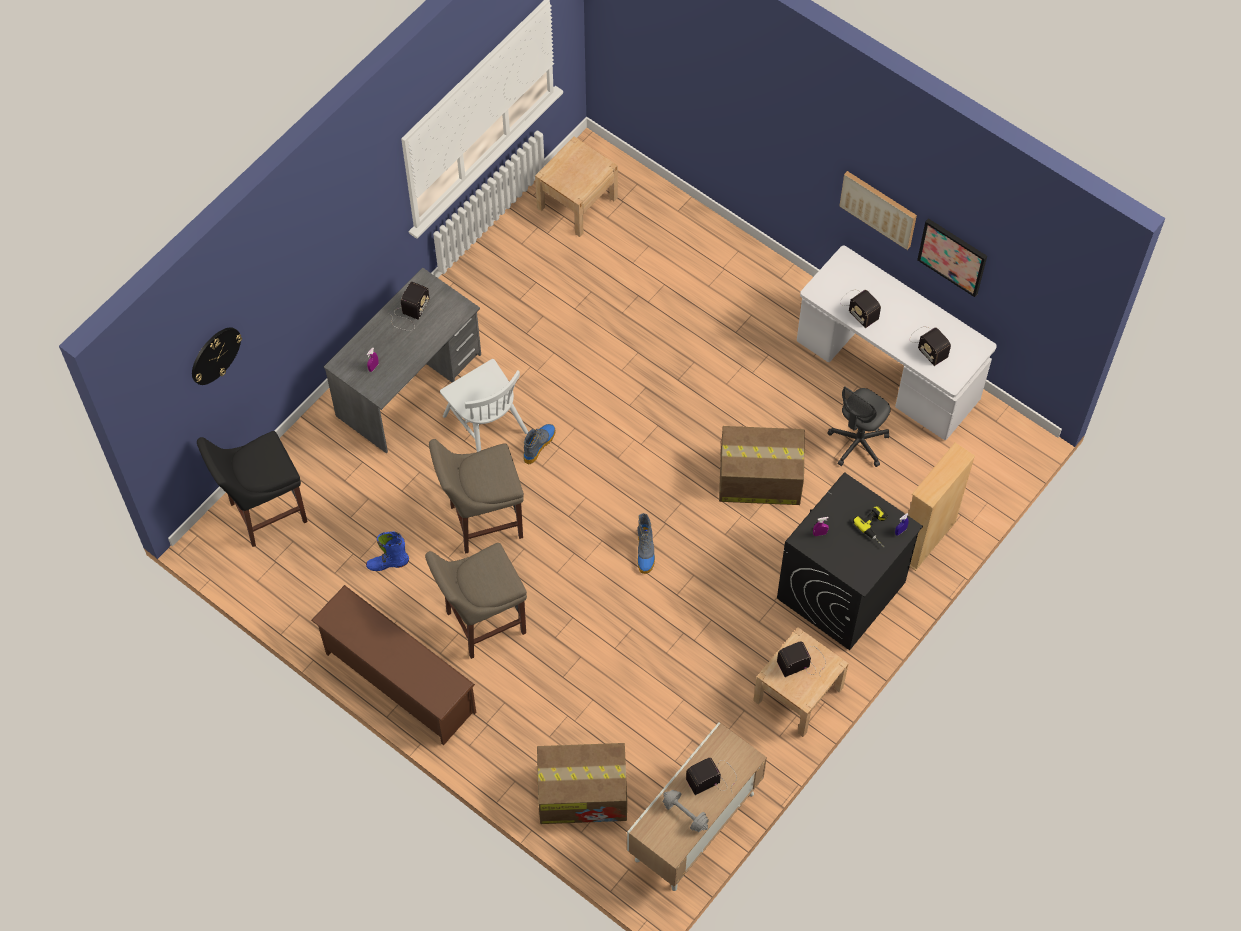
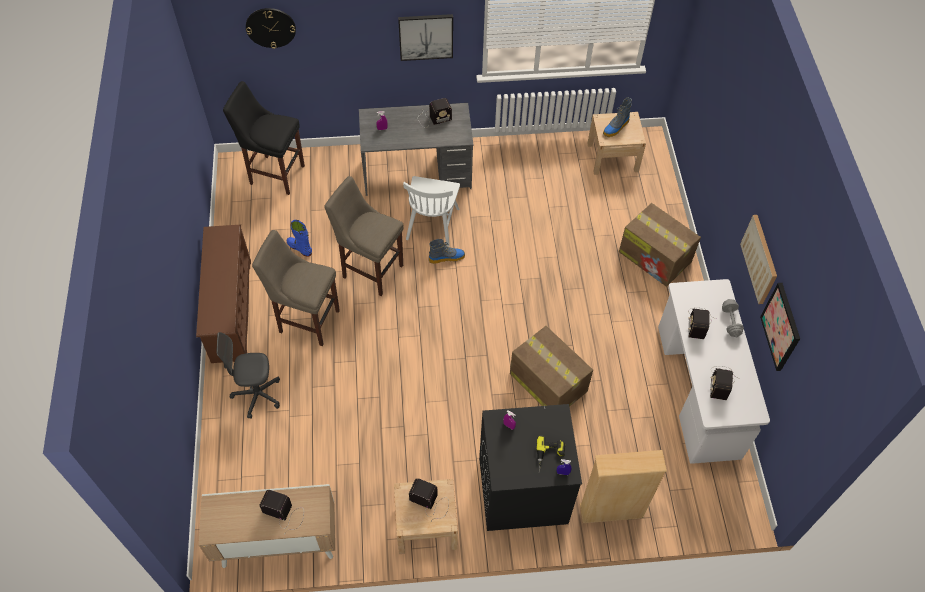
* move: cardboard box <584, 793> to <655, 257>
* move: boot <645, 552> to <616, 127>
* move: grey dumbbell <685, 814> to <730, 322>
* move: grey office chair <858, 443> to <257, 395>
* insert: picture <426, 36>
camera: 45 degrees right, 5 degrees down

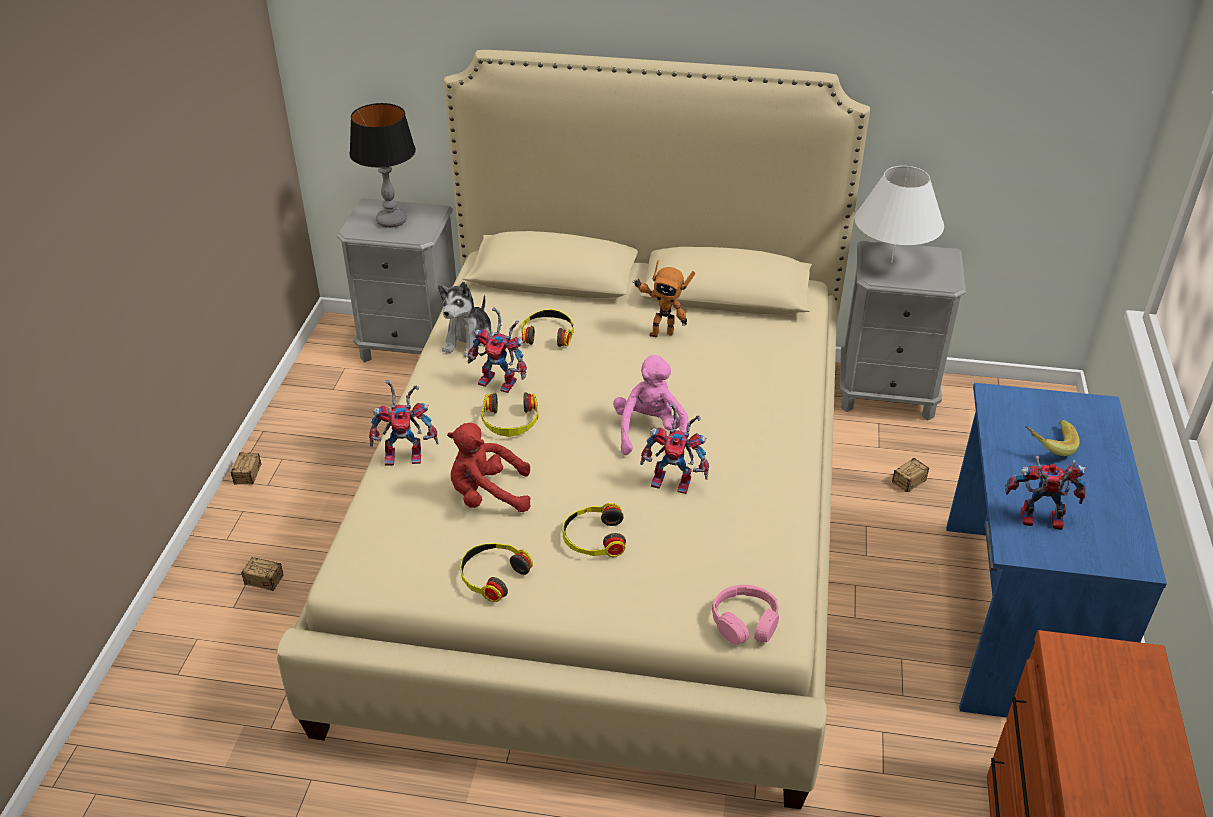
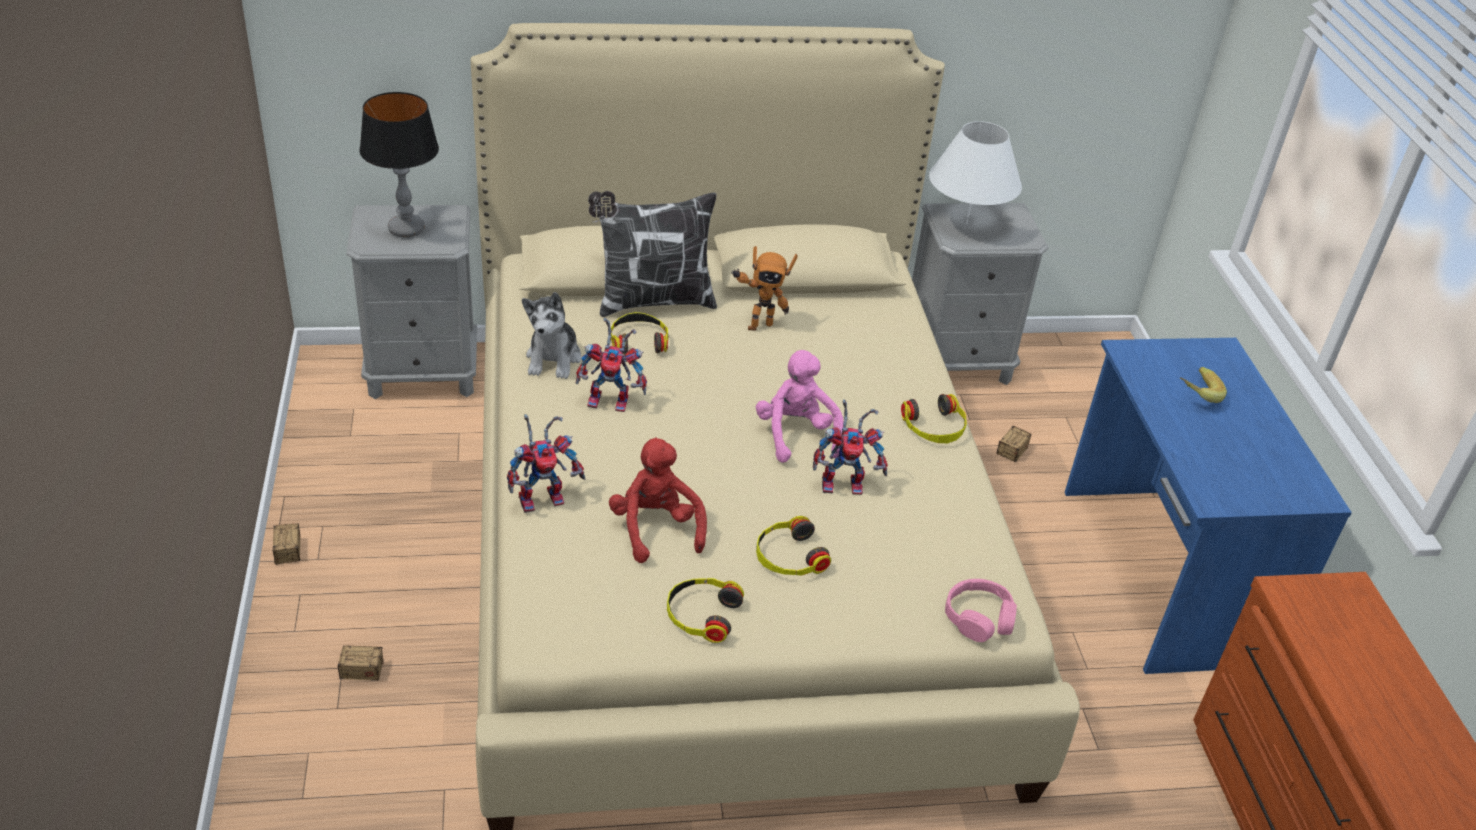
* rotate: red plush toy <487, 495> = <655, 528> 90 degrees clockwise
* move: headphones <510, 421> to <934, 427>
* delete: toy robot <1037, 521>
* insert: pillow <652, 301>
camera: 20 degrees left, 0 degrees up

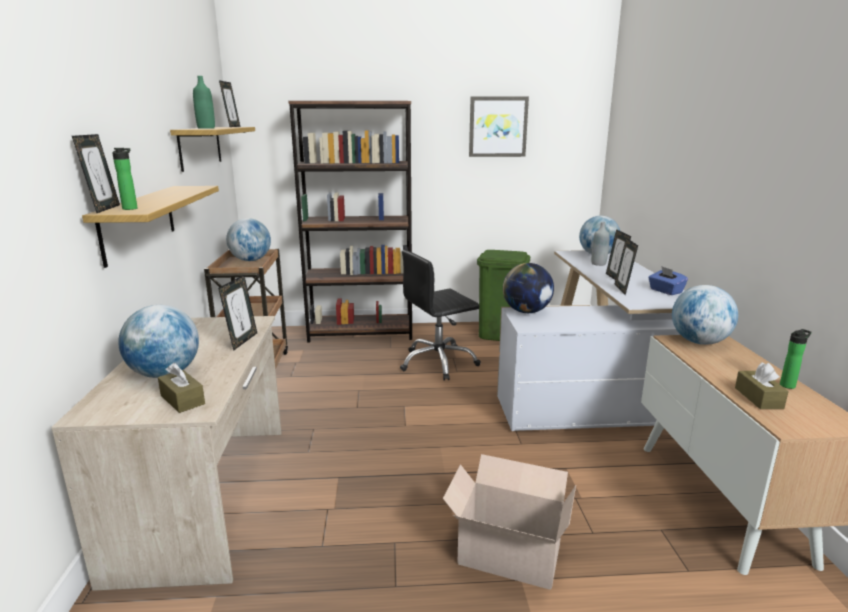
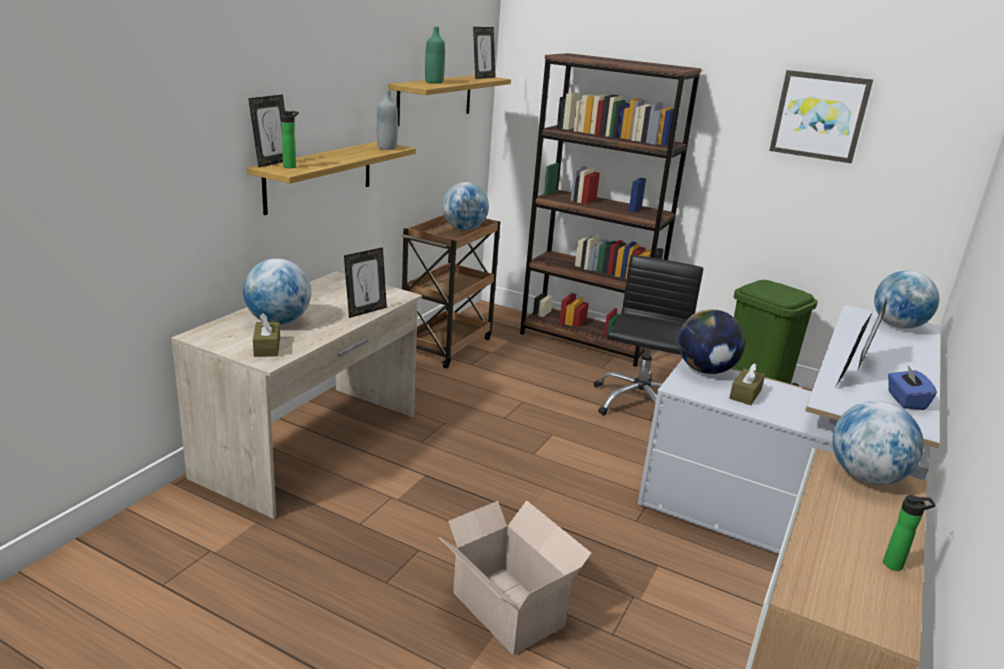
* rotate: black office chair <438, 362> = <638, 402> 105 degrees clockwise
* move: grey bottle <598, 264> to <387, 148>
* move: brown tissue box <758, 398> to <745, 394>
camera: 30 degrees right, 5 degrees up

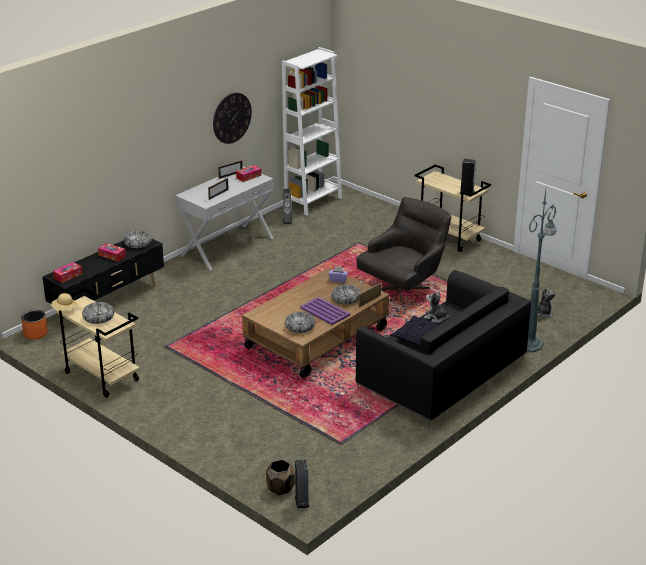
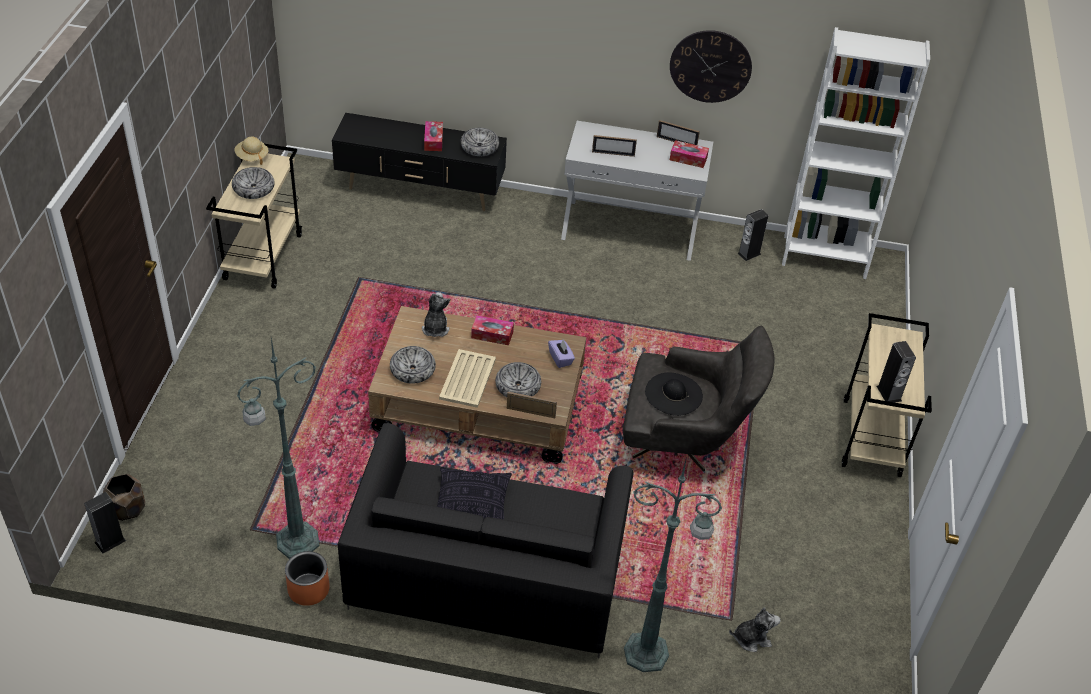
* move: orange planter <35, 334> to <308, 589>
* move: tissue box <68, 276> to <492, 334>
* recolor: purple tray <324, 311> to beige tray <468, 378>
* move: plush toy <436, 318> to <435, 328>
* insert: green floor lamp <295, 541>
* insert: black hat <673, 394>
camera: 55 degrees right, 15 degrees up

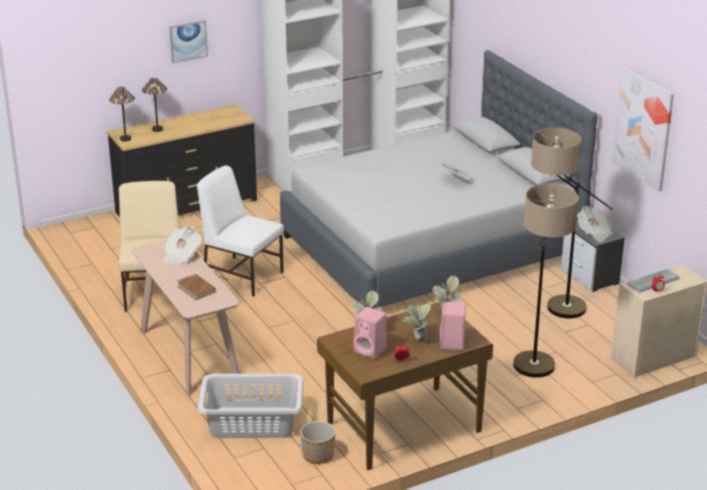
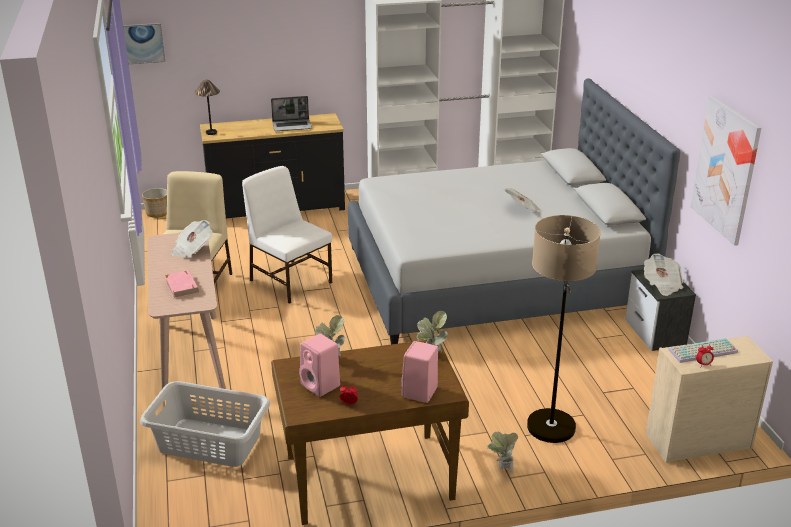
* delete: table lamp <157, 129>
* move: picture <188, 41> to <143, 43>
* recolor: brown book <196, 289> to pink book <182, 286>
* move: planter <318, 455> to <158, 213>
* move: potted plant <417, 340> to <502, 469>
* delete: floor lamp <553, 312>
* insert: laptop <292, 126>
camera: 15 degrees right, 0 degrees up

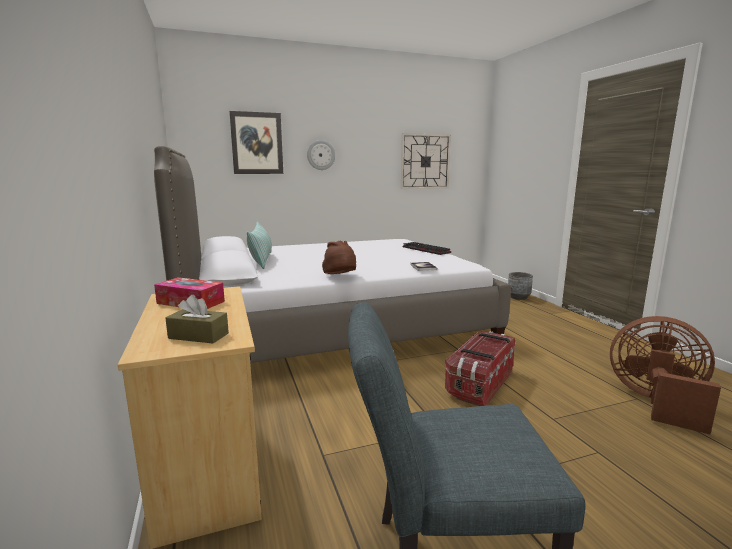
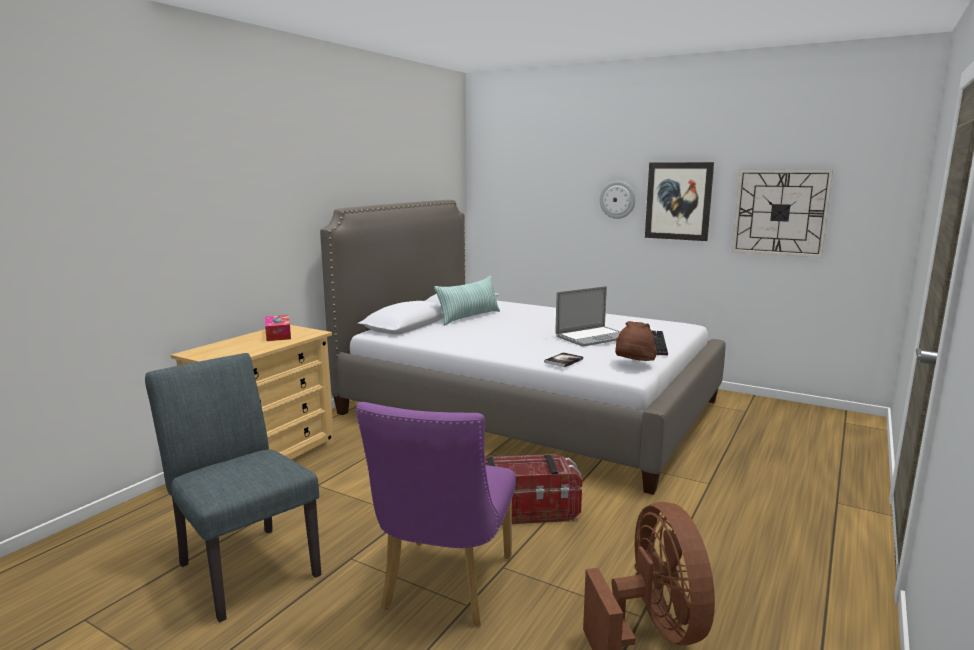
* delete: brown tissue box <198, 336>
* move: picture <257, 143> to <678, 201>
* move: brown hat <340, 276> to <633, 364>
* delete: grey planter <518, 297>
* insert: purple chair <443, 588>
* insert: laptop <593, 337>
camera: 50 degrees right, 0 degrees up

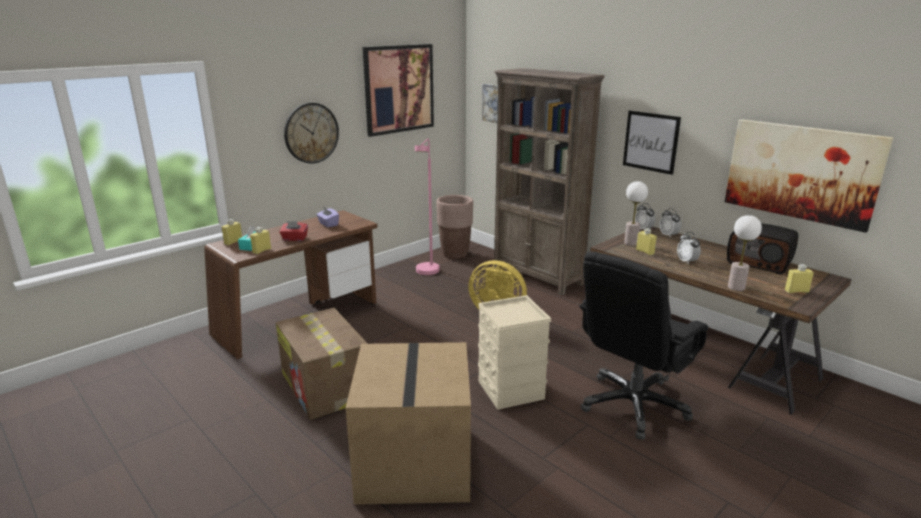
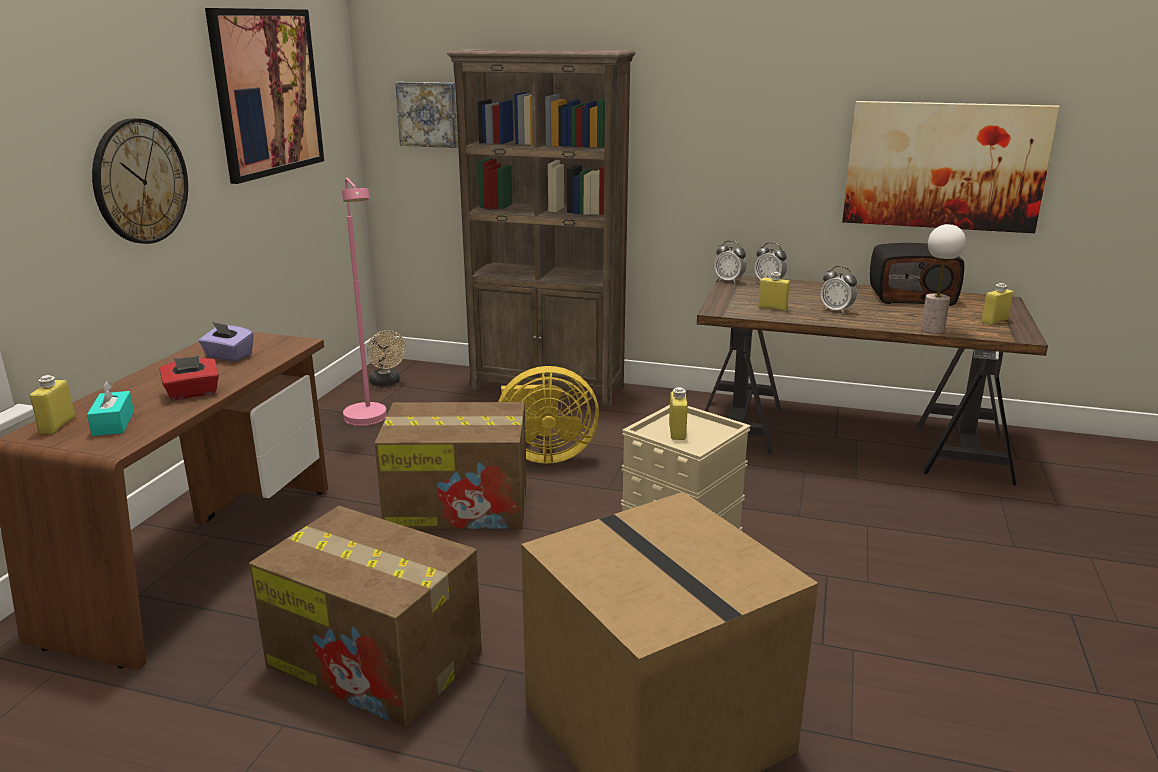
* move: yellow bottle <262, 251> to <677, 432>
* replace: brown planter <455, 254> to beige fan <387, 383>
* delete: black office chair <633, 405>
* delete: picture <651, 142>
* delete: table lamp <631, 243>
* insert: cardboard box <460, 505>
camera: 30 degrees left, 0 degrees up

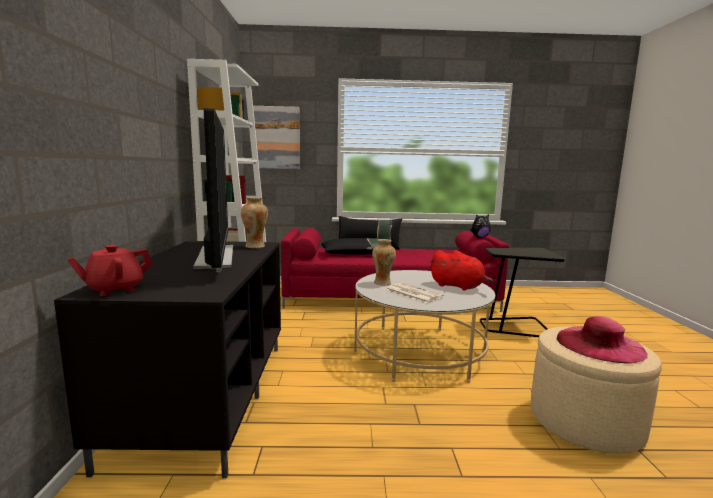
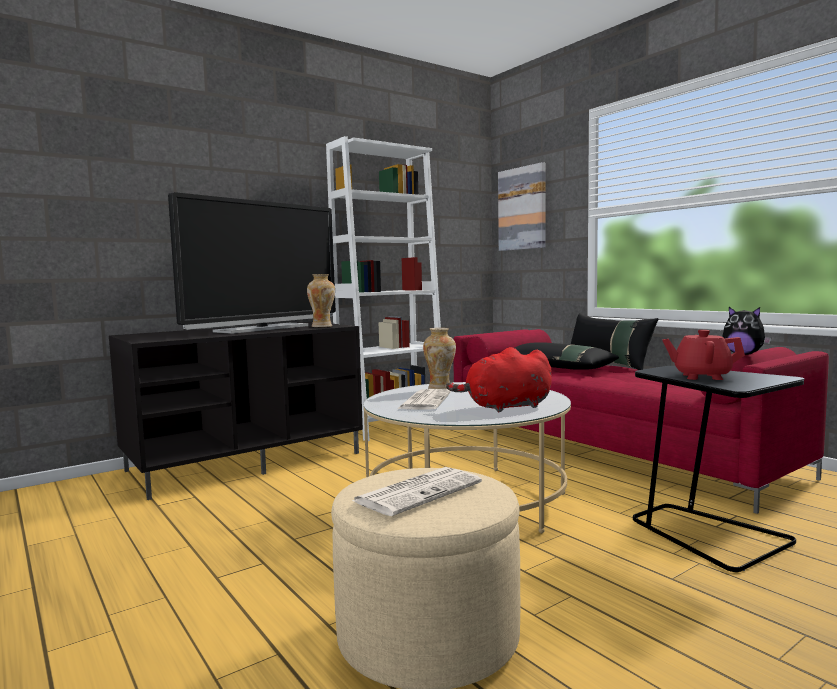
* move: red teapot <115, 289> to <701, 377>
* rotate: red plush toy <458, 286> = <505, 407> 75 degrees clockwise
* replace: pink hat <599, 344> to newspaper <418, 491>
camera: 55 degrees right, 5 degrees down

